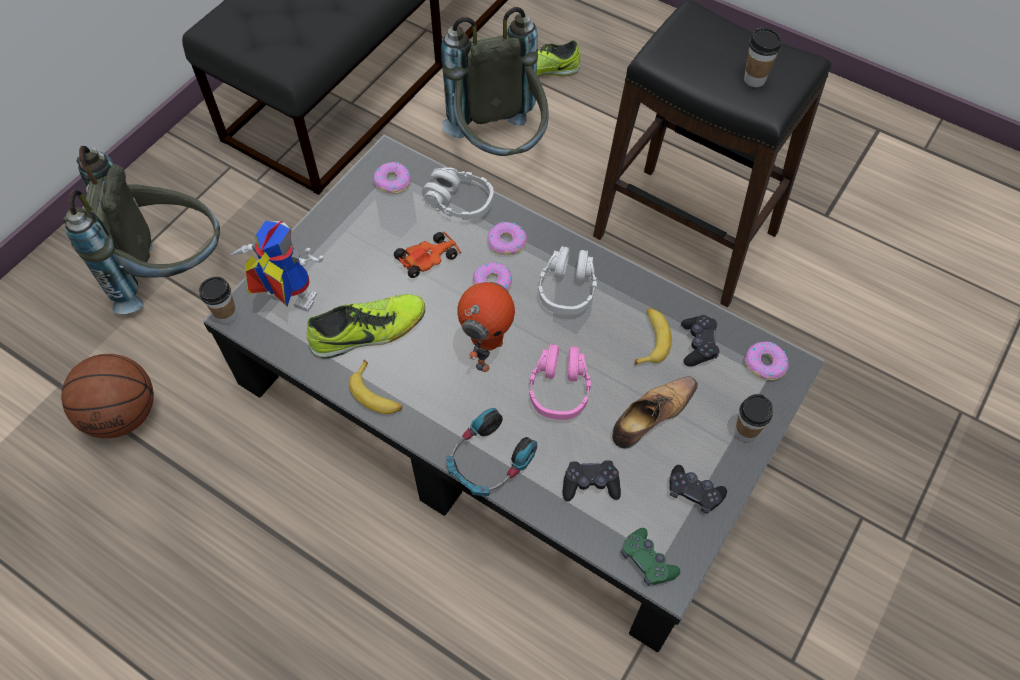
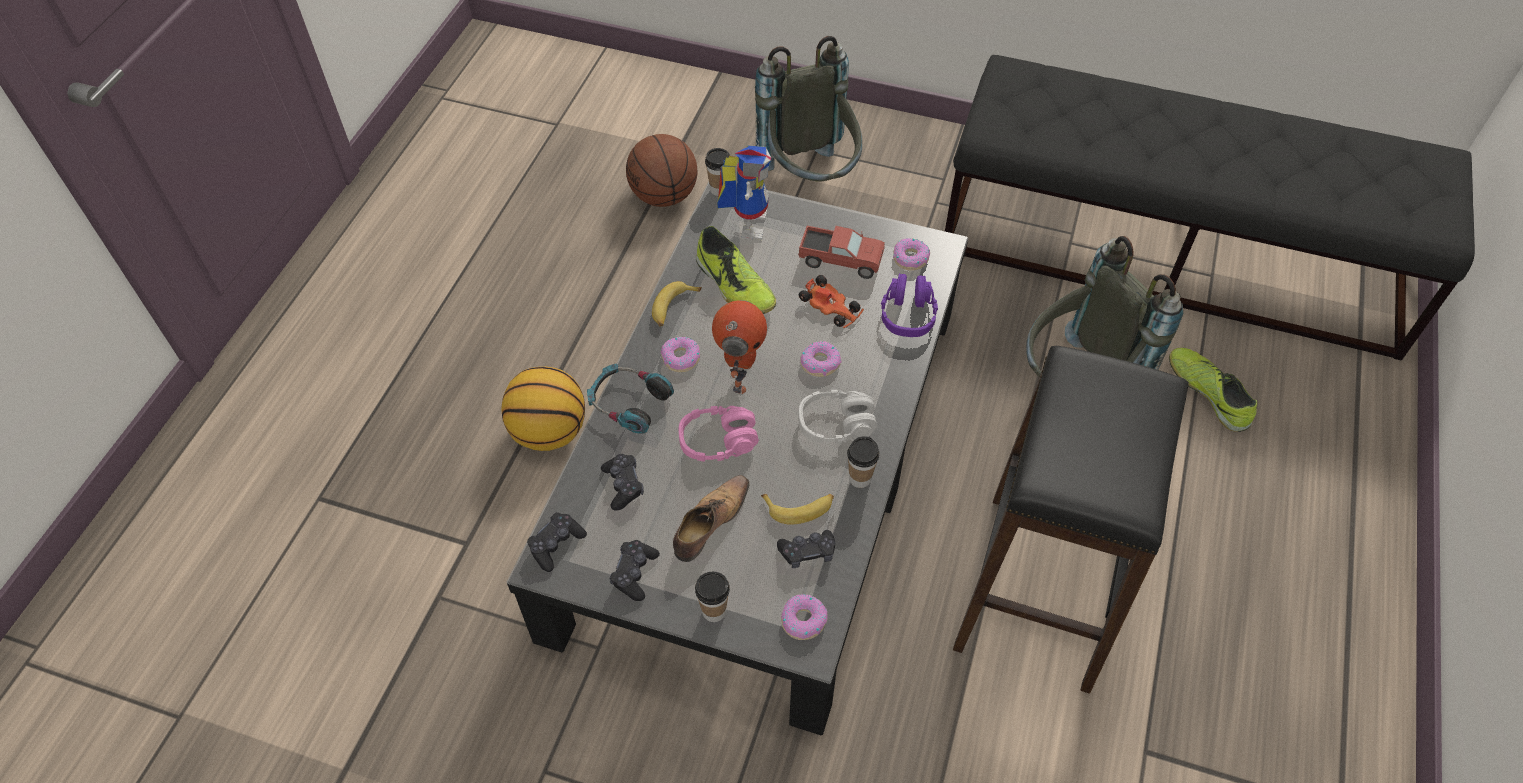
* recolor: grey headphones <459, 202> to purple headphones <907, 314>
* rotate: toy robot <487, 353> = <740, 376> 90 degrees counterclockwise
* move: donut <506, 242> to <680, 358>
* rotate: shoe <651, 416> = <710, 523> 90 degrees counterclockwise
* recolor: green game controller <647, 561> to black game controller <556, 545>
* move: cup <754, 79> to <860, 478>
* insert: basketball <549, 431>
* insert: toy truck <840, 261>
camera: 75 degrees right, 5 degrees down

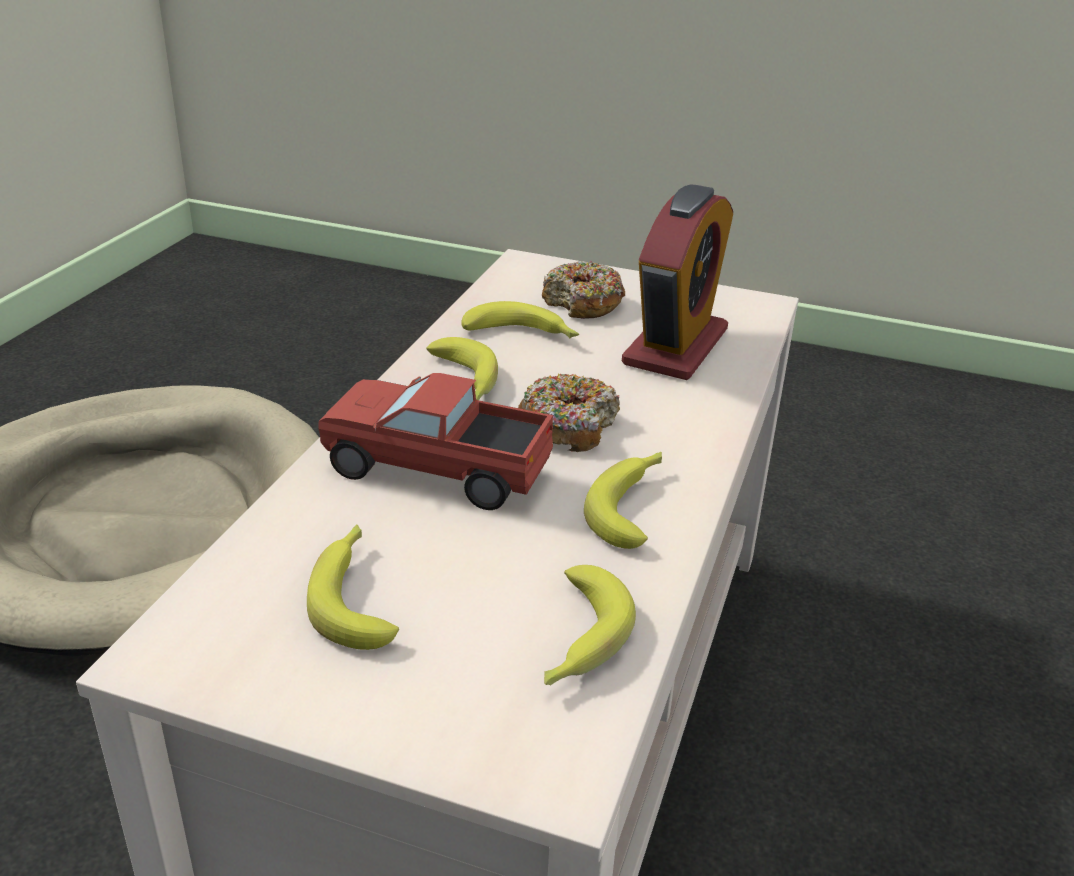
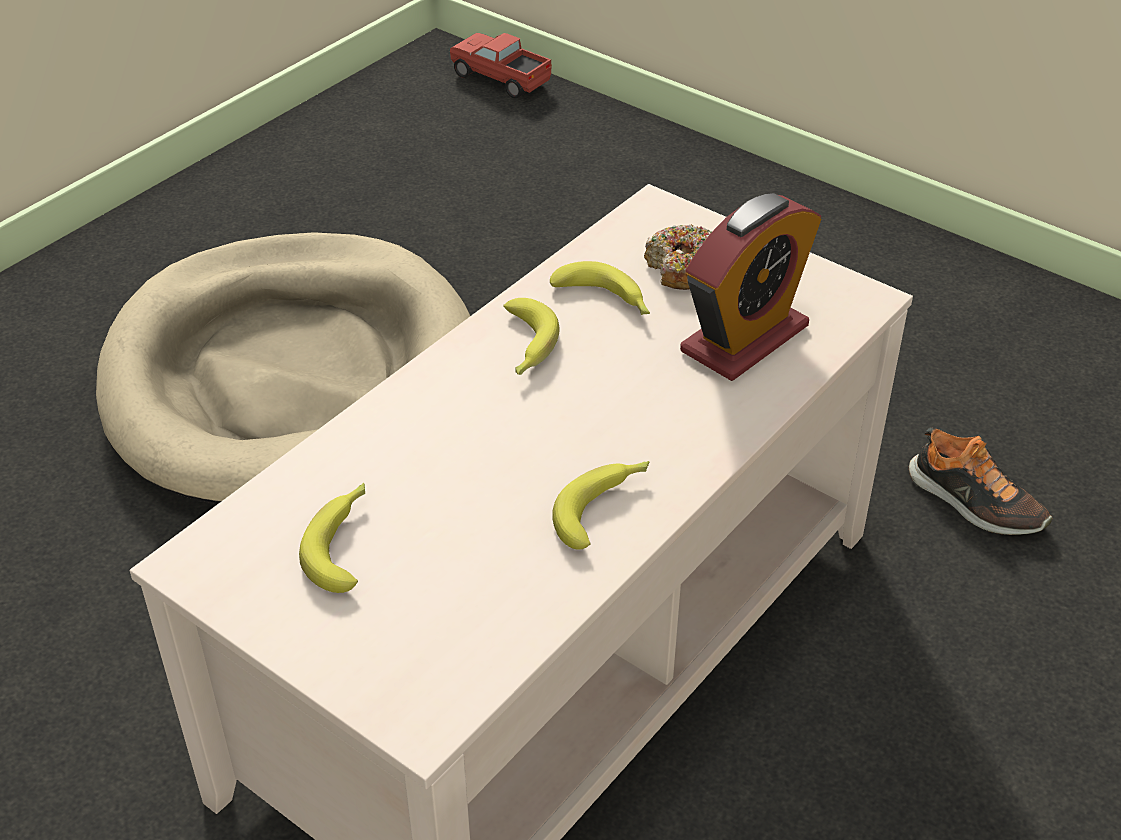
* move: toy truck <437, 472> to <501, 80>
* delete: donut <568, 426>
* delete: banana <577, 641>
* insert: shoe <974, 502>
camera: 20 degrees right, 10 degrees up

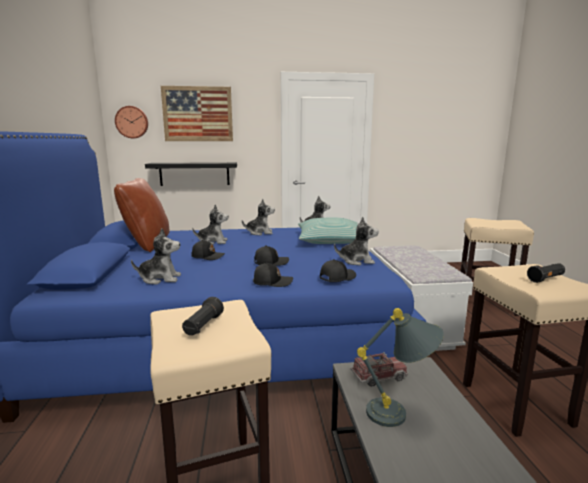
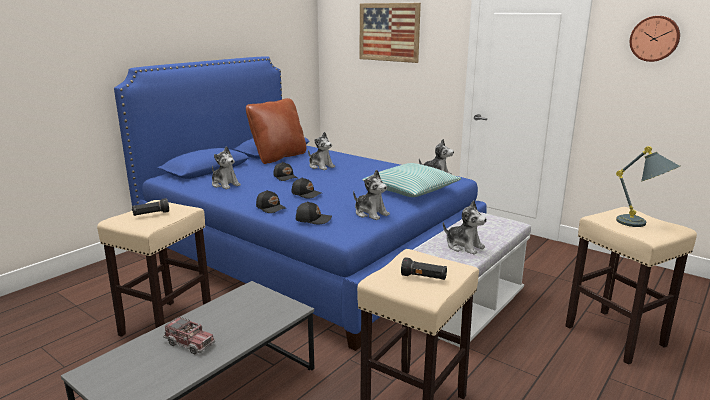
* move: wall clock <132, 122> to <654, 38>
* delete: black shelf <194, 174>
* move: plush toy <260, 233> to <464, 246>
* move: toy truck <379, 377> to <190, 343>
* move: grey table lamp <400, 414> to <641, 225>
camera: 45 degrees right, 5 degrees up

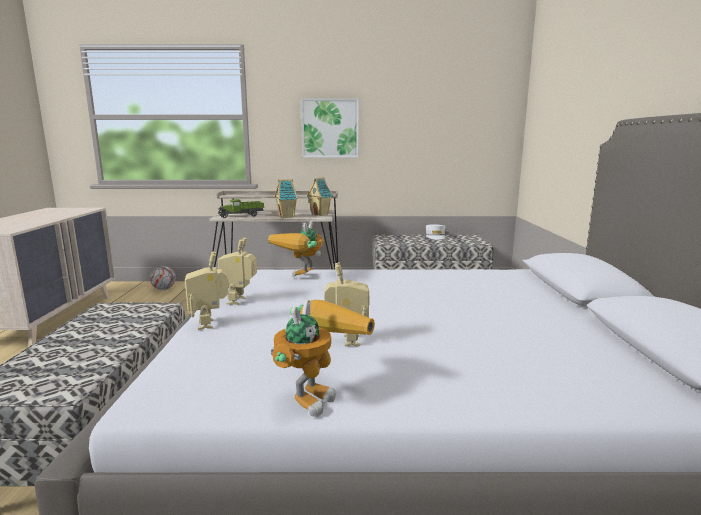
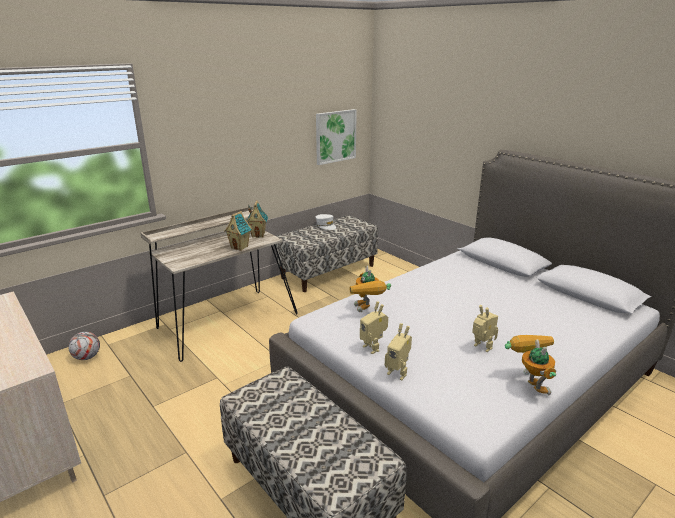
* delete: toy truck <241, 215>
* move: picture <330, 128> to <335, 136>
camera: 40 degrees left, 10 degrees up

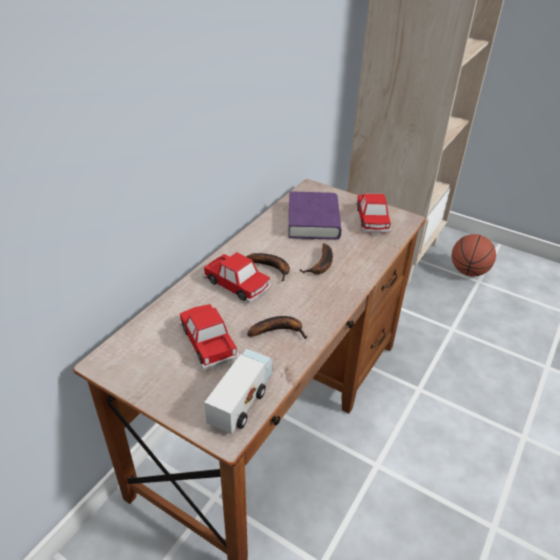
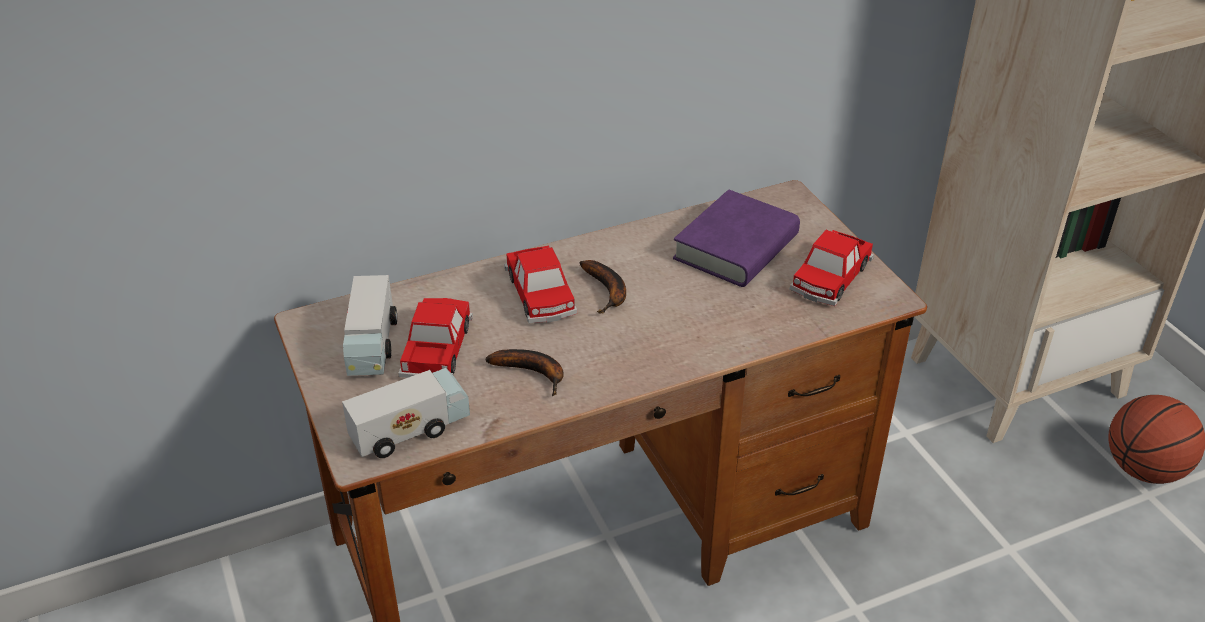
* delete: banana <321, 265>
* insert: toy truck <371, 345>
camera: 35 degrees right, 0 degrees up

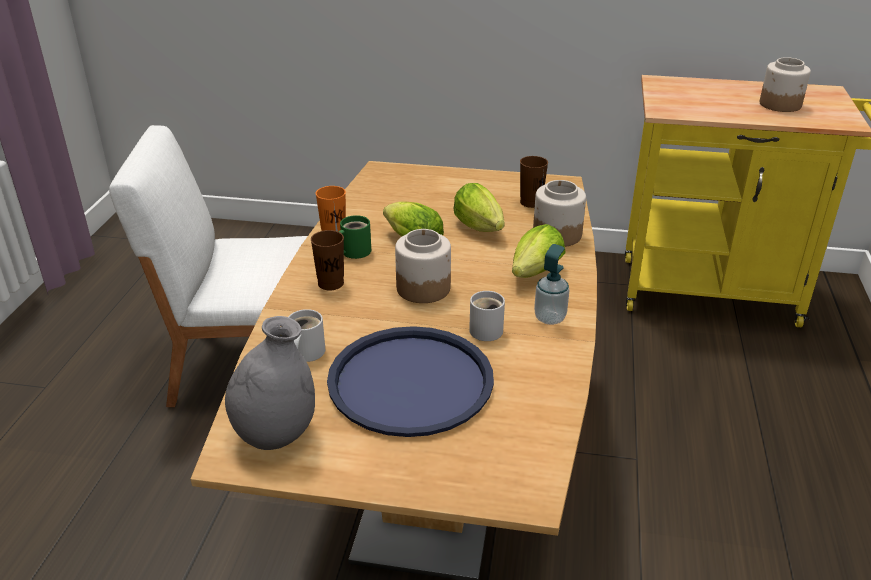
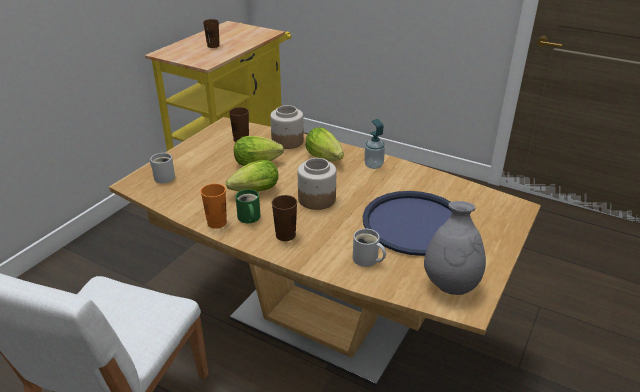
* move: white mug <488, 329> to <163, 176>
* delete: jar <780, 105>
* insert: brown cup <213, 46>
camera: 70 degrees left, 0 degrees up

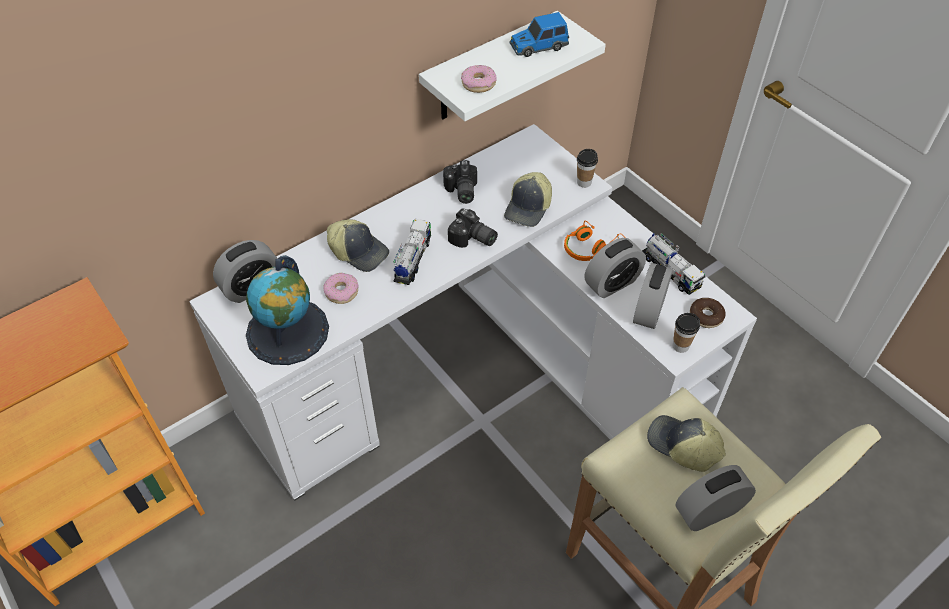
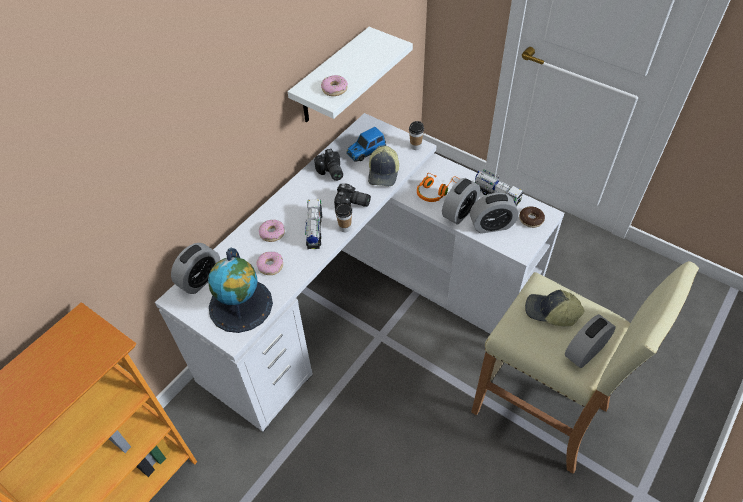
* replace: cap <359, 251> to donut <272, 233>
* move: toy car <538, 46> to <366, 151>
* rotate: alarm clock <649, 311> = <491, 225> 105 degrees counterclockwise
* move: cup <680, 346> to <345, 228>
camera: 15 degrees left, 0 degrees up

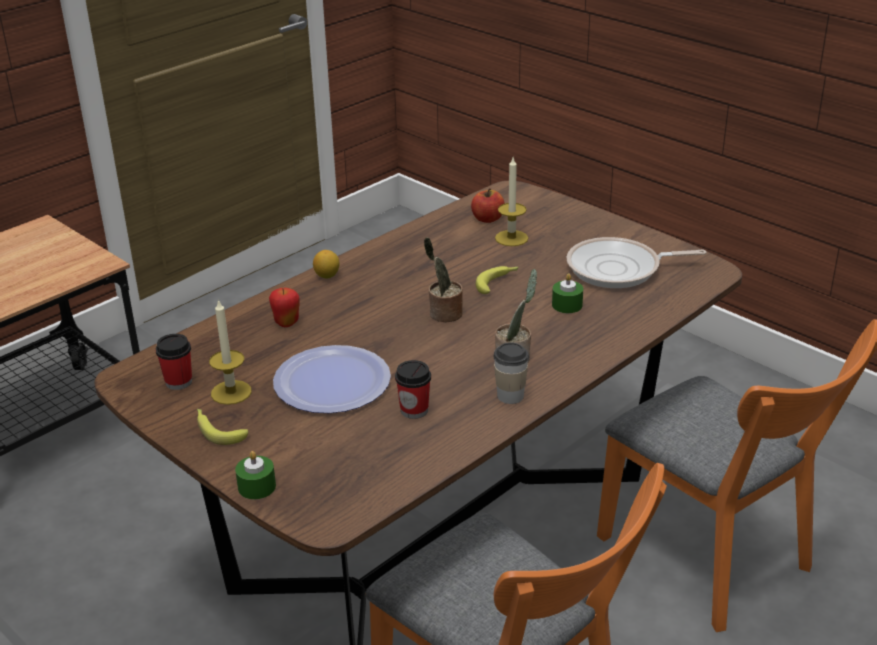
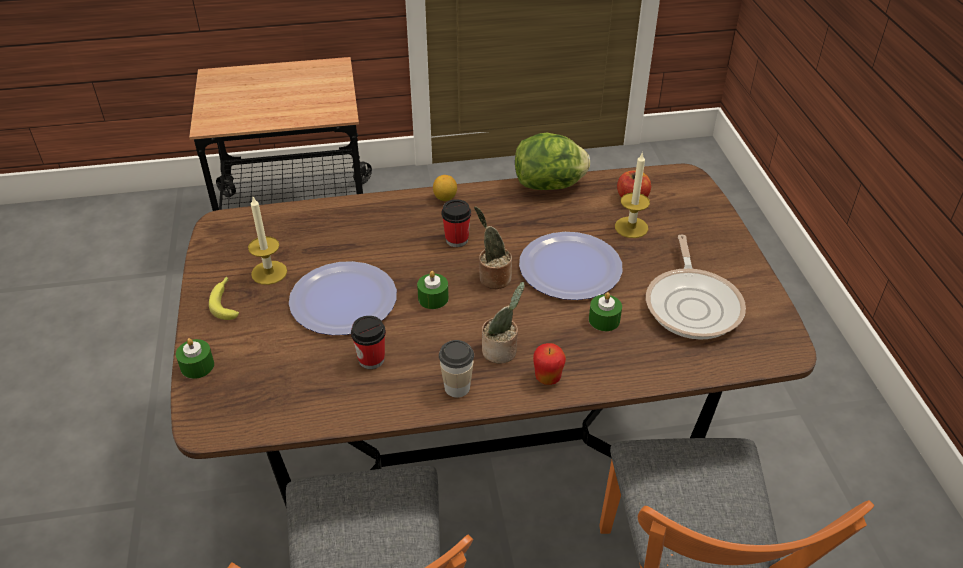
* move: cup <178, 382> to <456, 240>
* move: apple <286, 322> to <547, 378>
* replace: banana <497, 283> to plate <570, 268>
* rotate: frying pan <619, 269> = <693, 305> 120 degrees counterclockwise
* insert: green candle <433, 298>
* insert: lettuce <549, 185>
camera: 35 degrees right, 10 degrees up

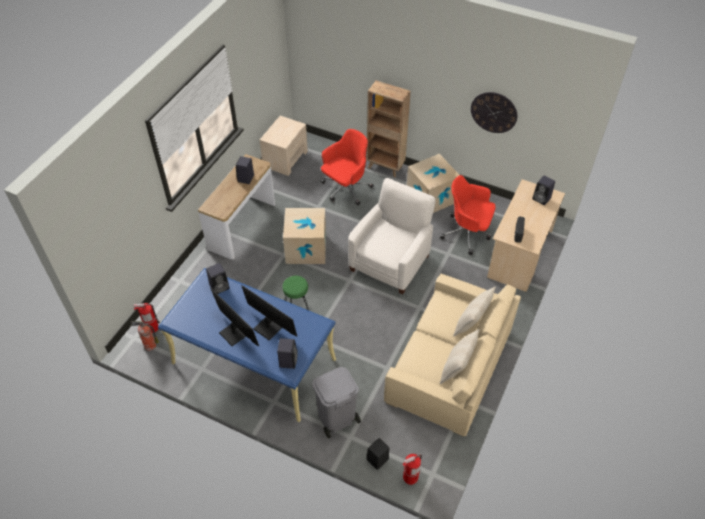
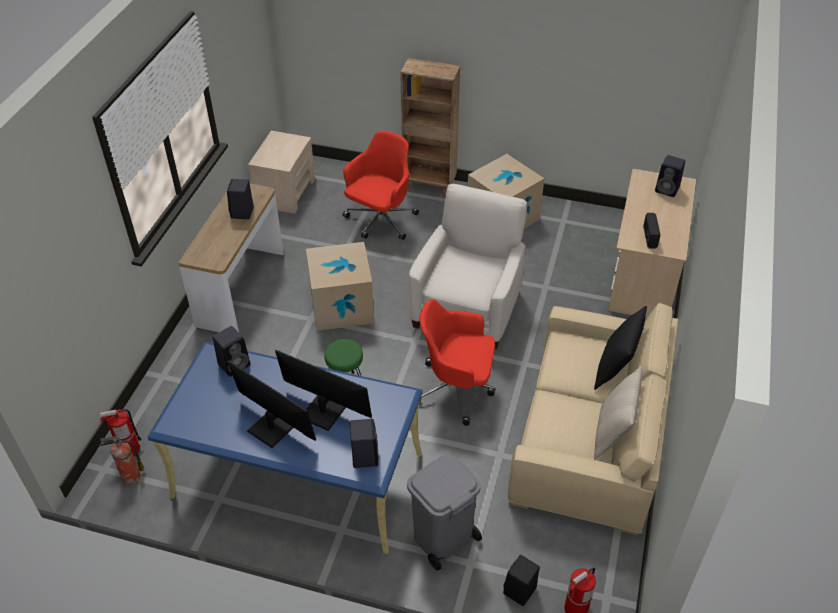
* move: red office chair <467, 233> to <456, 389>
* recolor: beige pillow <471, 324> to black pillow <615, 368>
* delete: wall clock <494, 112>
camera: 10 degrees left, 5 degrees down

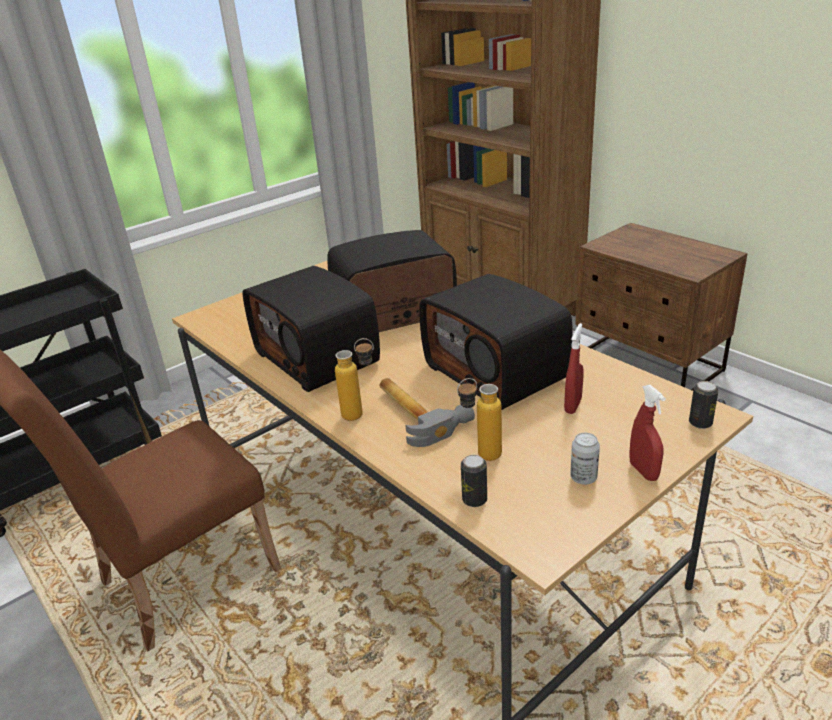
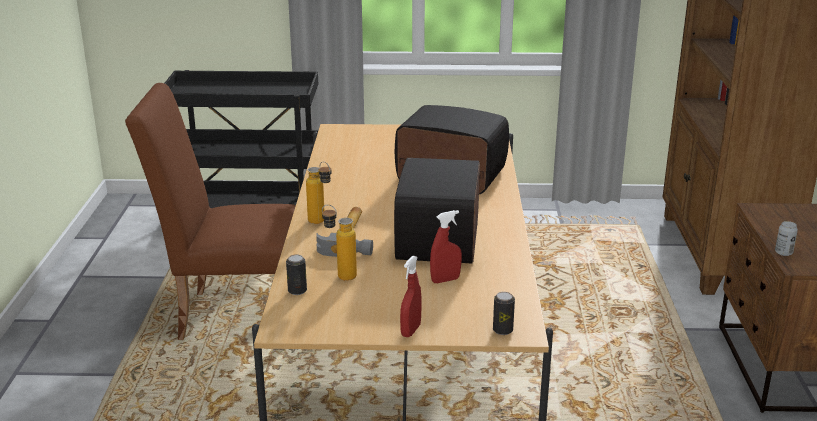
* delete: radio <319, 357>
* move: can <583, 478> to <783, 253>
camera: 40 degrees right, 5 degrees down

